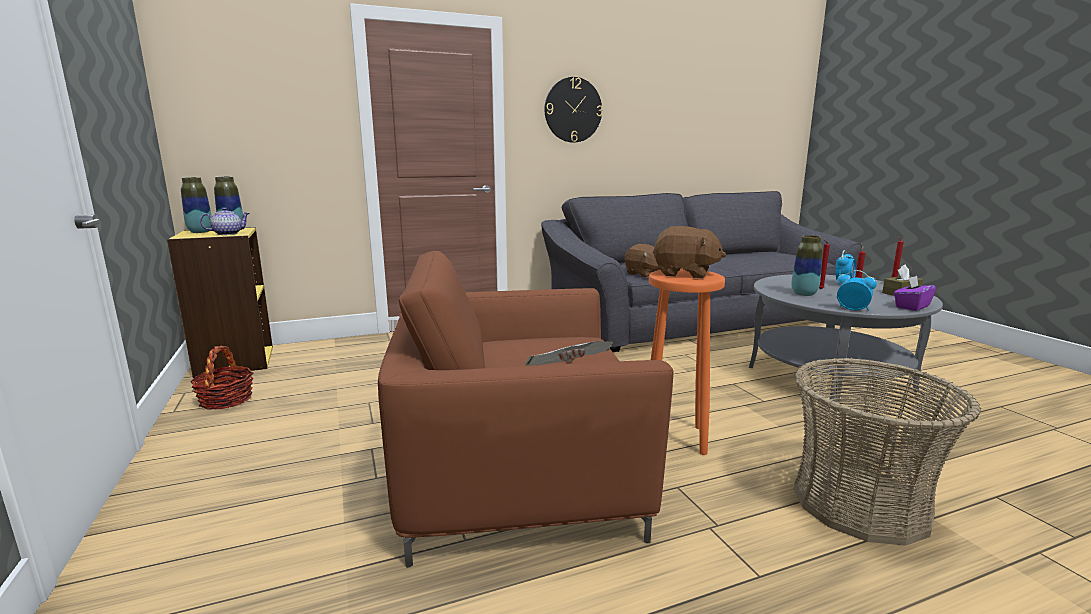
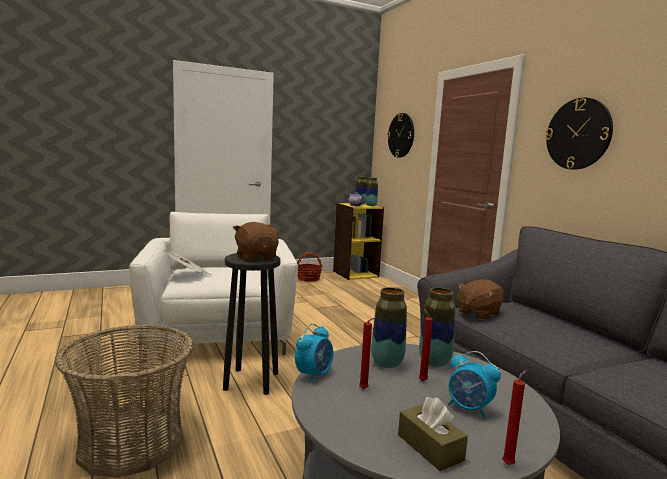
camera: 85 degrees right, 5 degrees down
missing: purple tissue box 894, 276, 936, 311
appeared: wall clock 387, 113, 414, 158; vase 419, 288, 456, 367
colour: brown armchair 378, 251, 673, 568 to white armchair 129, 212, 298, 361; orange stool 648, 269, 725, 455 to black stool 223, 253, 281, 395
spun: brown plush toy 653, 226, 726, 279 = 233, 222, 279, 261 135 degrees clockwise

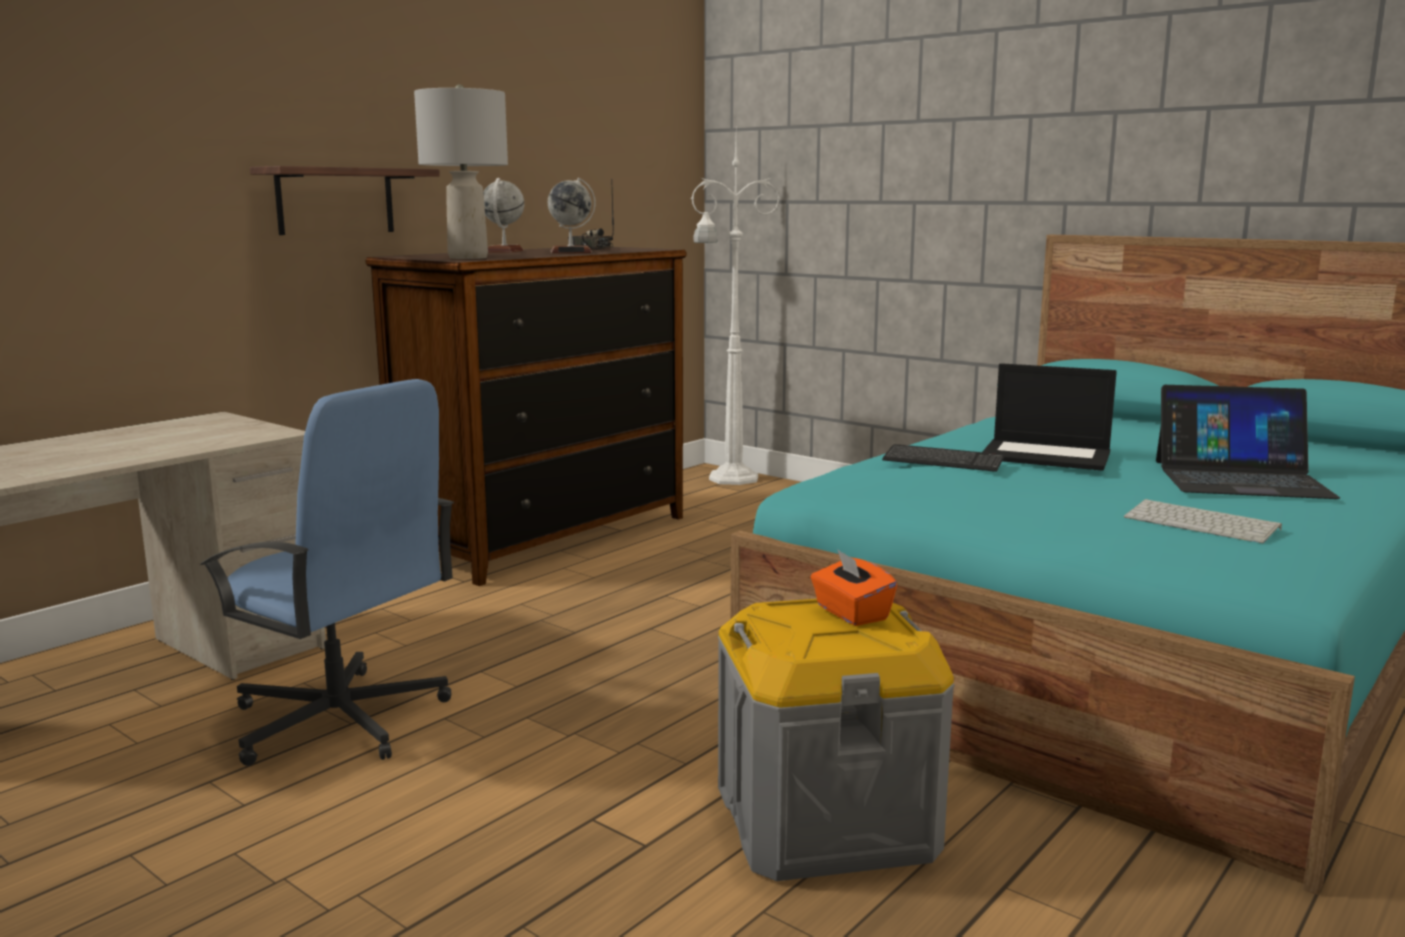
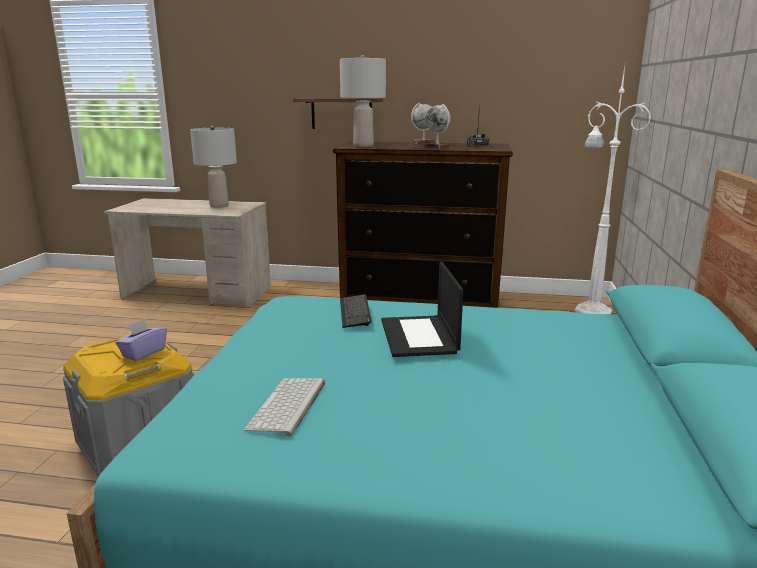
camera: 60 degrees right, 5 degrees up
missing: blue office chair 200, 379, 454, 766; laptop 1156, 385, 1340, 499
appeared: grey table lamp 190, 125, 237, 208
colour: orange tissue box 811, 549, 897, 626 to purple tissue box 116, 319, 167, 361

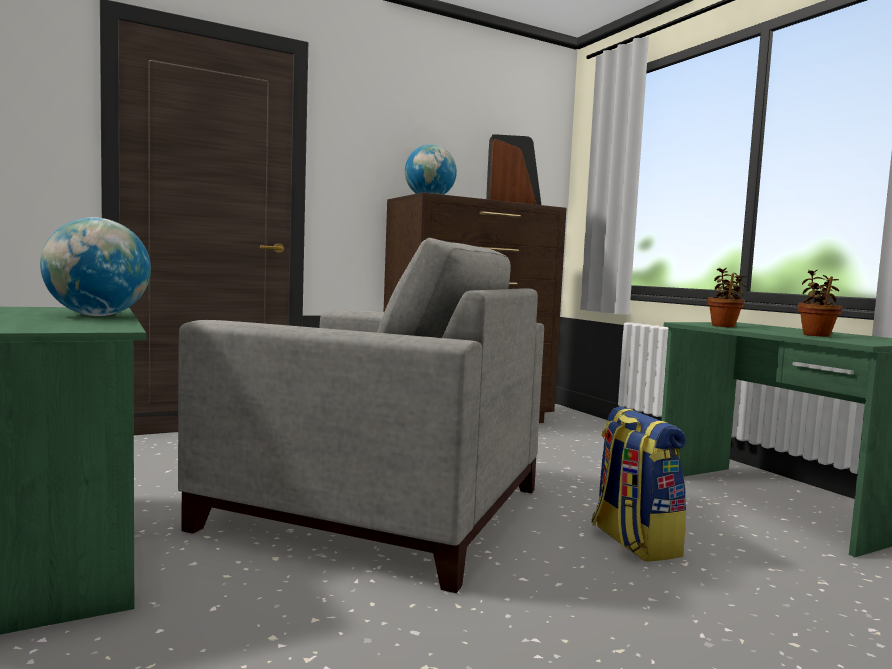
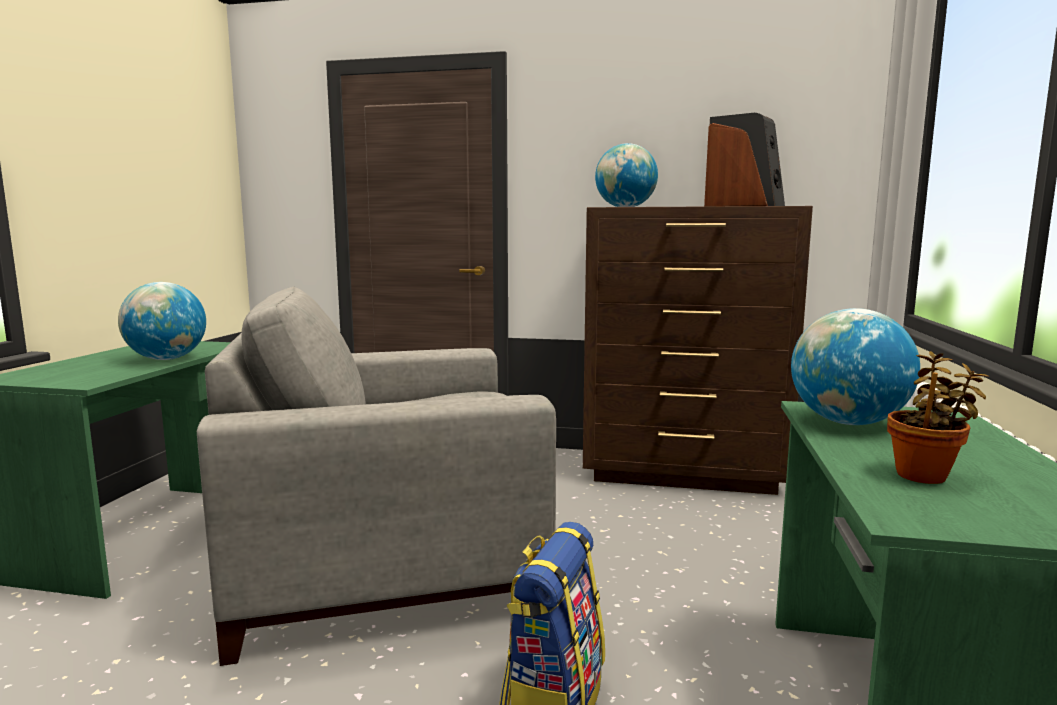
camera: 40 degrees right, 5 degrees up
exchanged: potted plant 708, 268, 747, 327 to globe 791, 308, 920, 425
spun: grey armchair 178, 238, 544, 593 = 197, 287, 556, 666 105 degrees clockwise

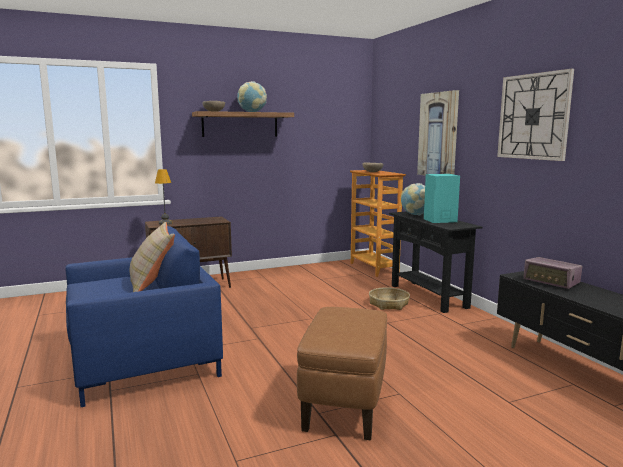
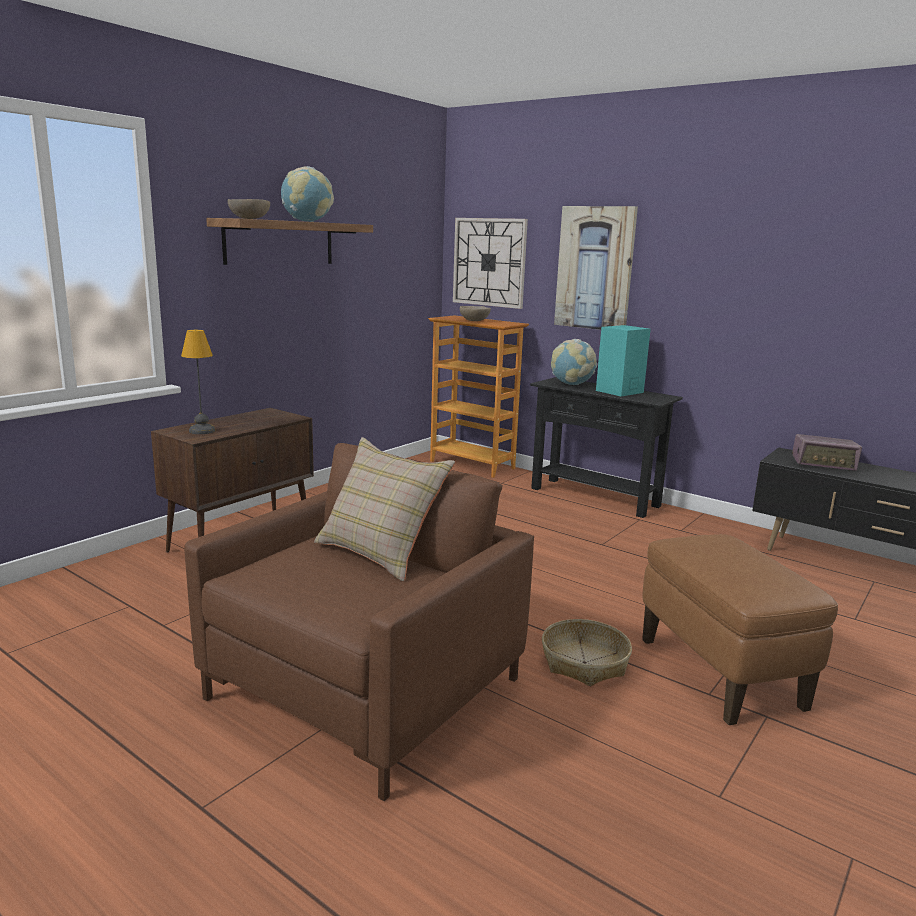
camera: 30 degrees left, 5 degrees up
relocated: wall clock 497, 69, 574, 161 to 453, 218, 528, 309; basket 369, 287, 410, 310 to 542, 619, 632, 686
colour: blue armchair 65, 226, 223, 407 to brown armchair 184, 443, 534, 801

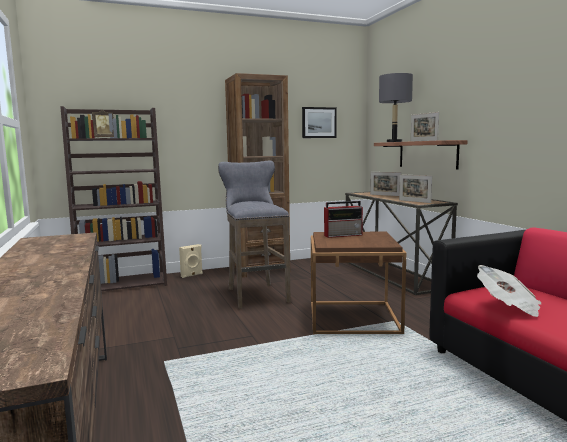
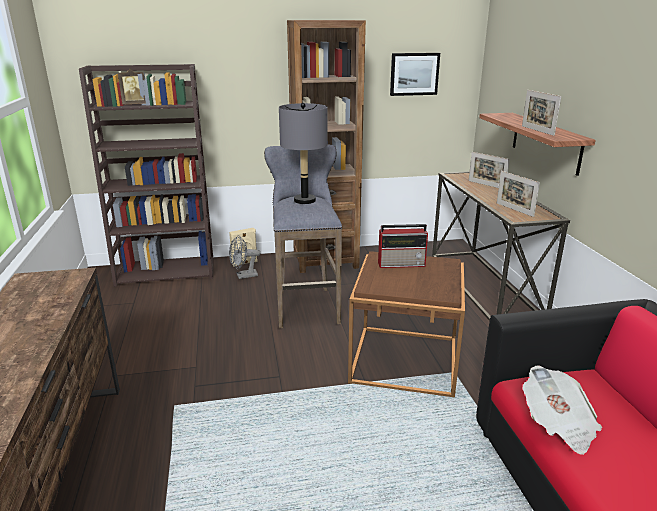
camera: 10 degrees right, 15 degrees up
appeared: grey fan 229, 235, 260, 279
relocated: grey table lamp 379, 73, 413, 142 to 279, 103, 328, 204

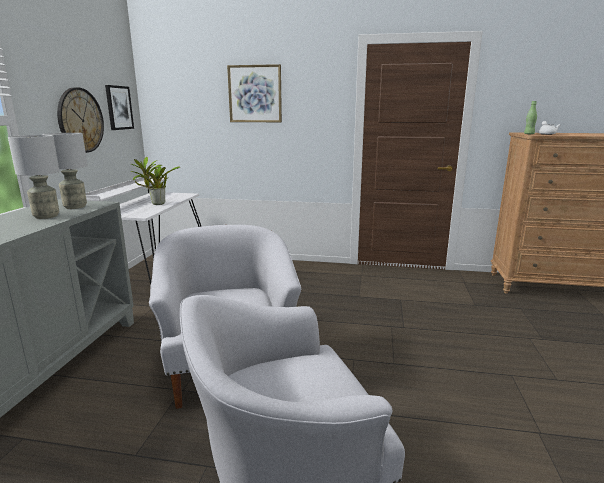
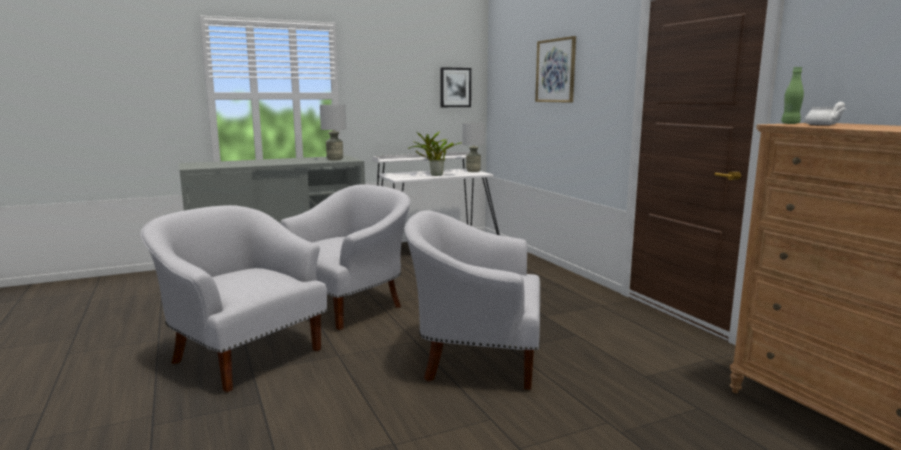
camera: 55 degrees right, 5 degrees down
missing: wall clock 57, 87, 104, 153
appeared: white armchair 405, 210, 540, 390
relocated: grey table lamp 8, 135, 59, 219 to 463, 123, 485, 172

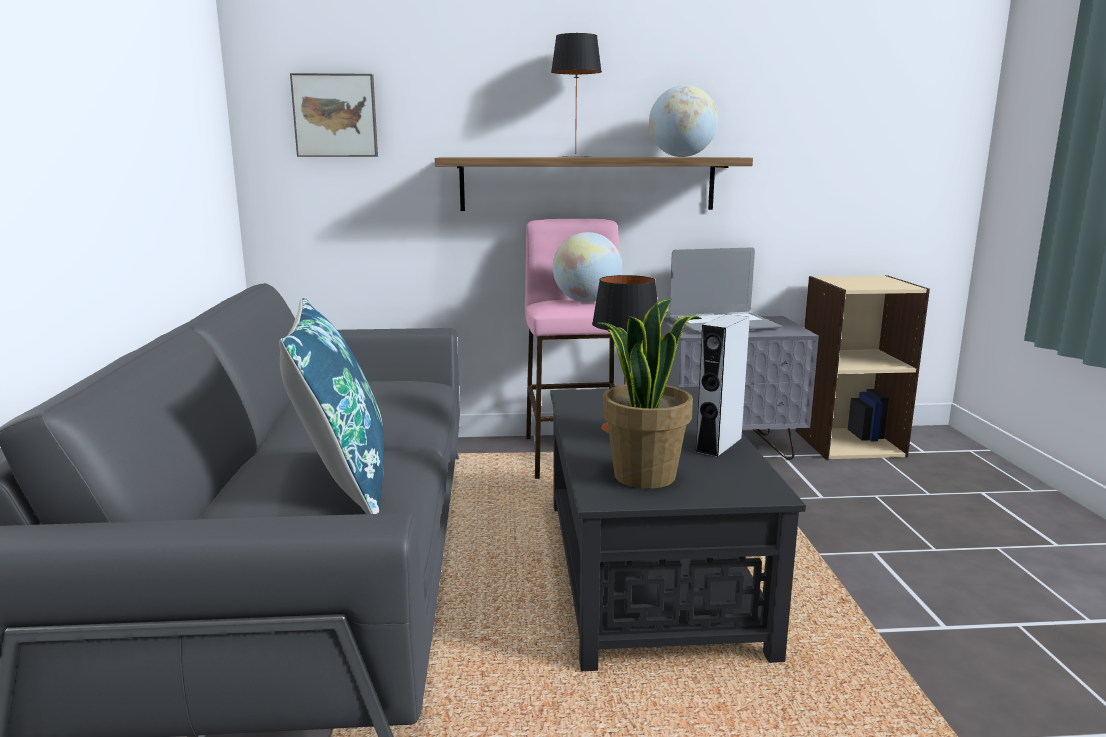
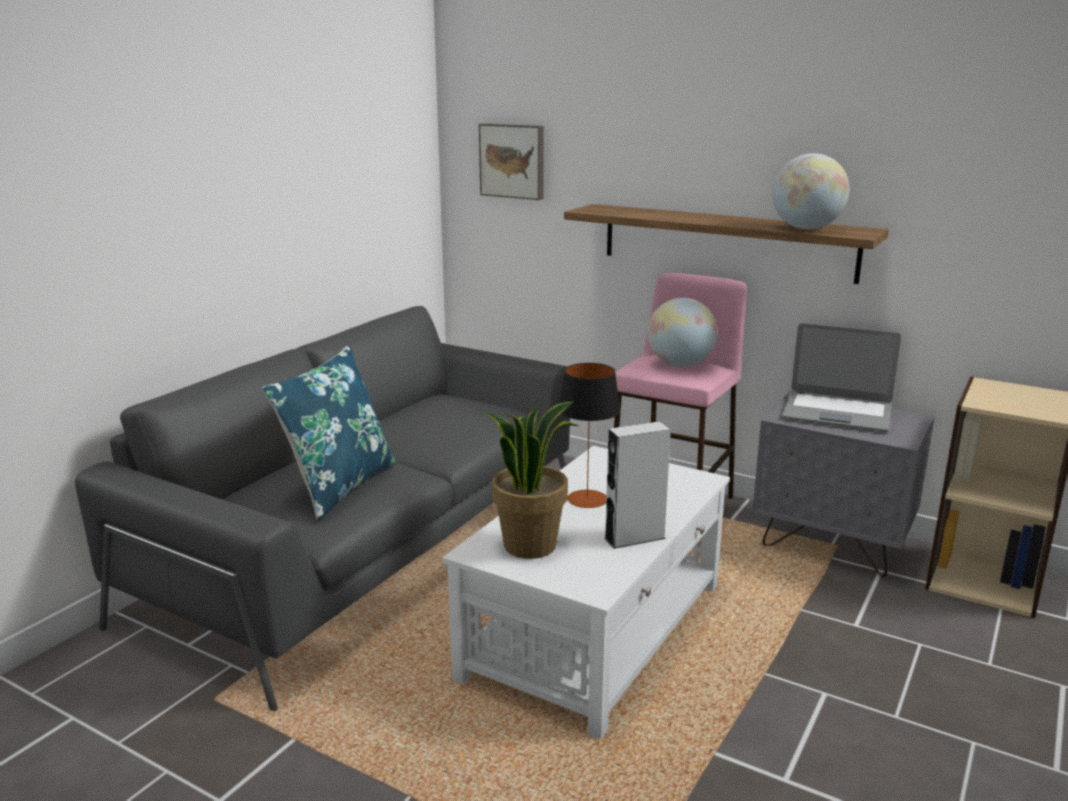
camera: 35 degrees right, 5 degrees up
missing: table lamp 551, 33, 602, 157
colour: black coffee table 550, 387, 806, 671 to white coffee table 442, 446, 730, 740

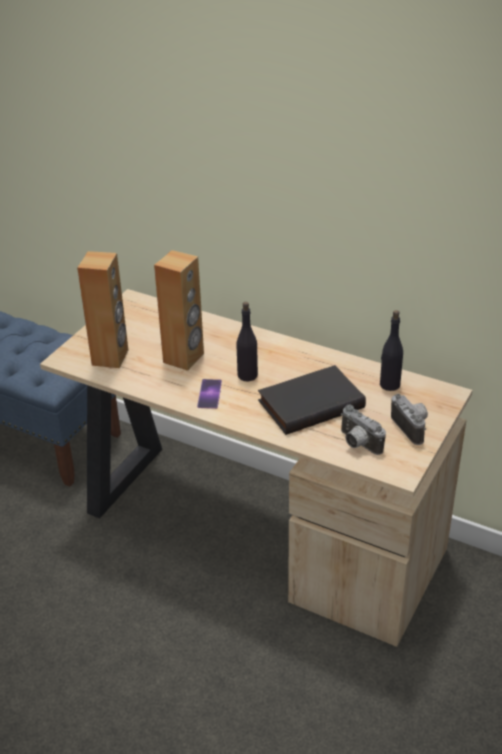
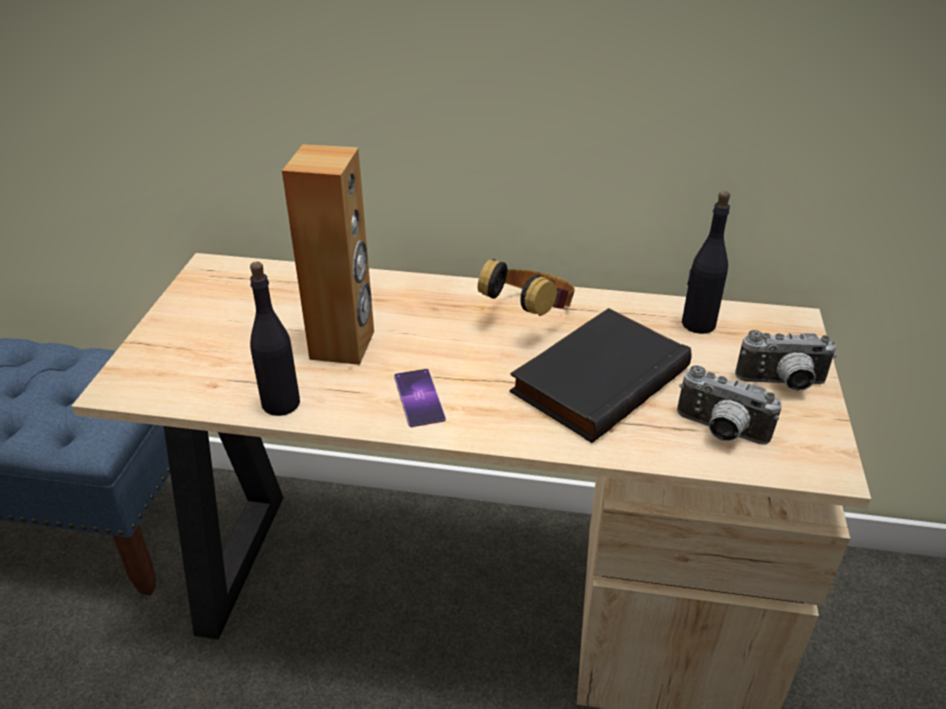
camera: 20 degrees left, 0 degrees up
missing: brown speaker 77, 251, 128, 368
appeared: headphones 478, 259, 575, 316
relocated: black bottle 236, 302, 258, 381 to 250, 262, 300, 416
spun: photo camera 391, 394, 428, 445 = 735, 330, 836, 391 135 degrees clockwise

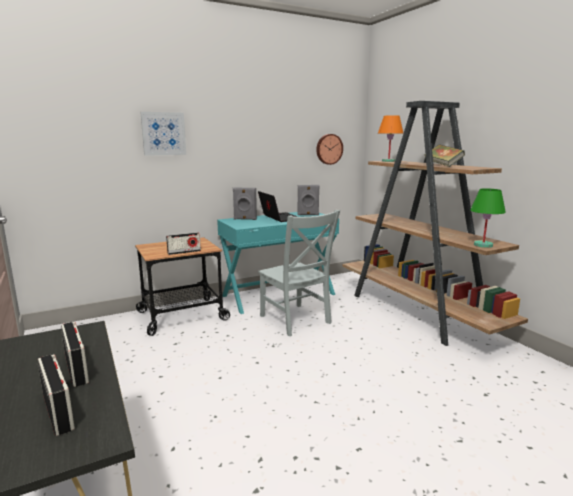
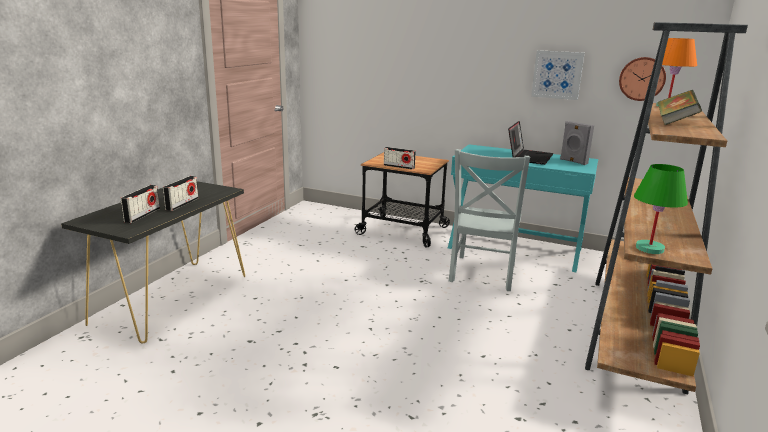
camera: 50 degrees right, 5 degrees up
missing: grey speaker 233, 188, 257, 220
relocated: picture 140, 112, 186, 156 to 531, 50, 585, 100

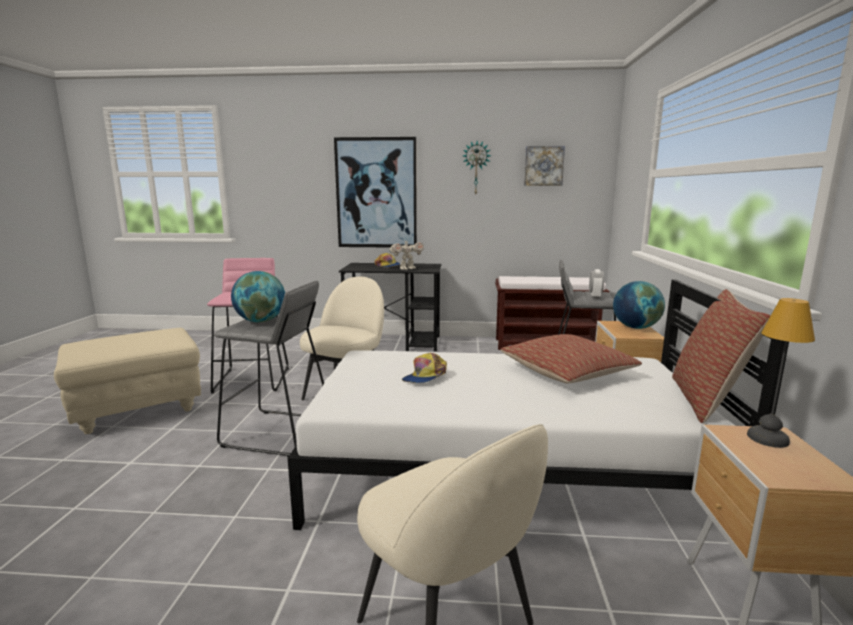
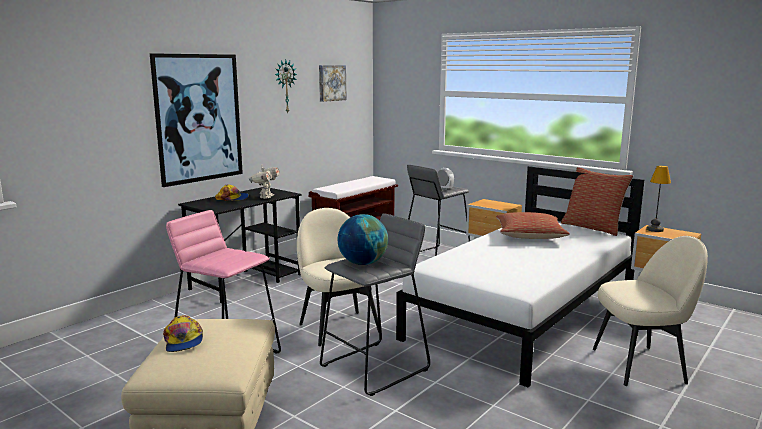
camera: 55 degrees left, 0 degrees up
missing: globe 613, 281, 665, 329
relocated: cap 402, 353, 447, 383 to 163, 315, 203, 352

